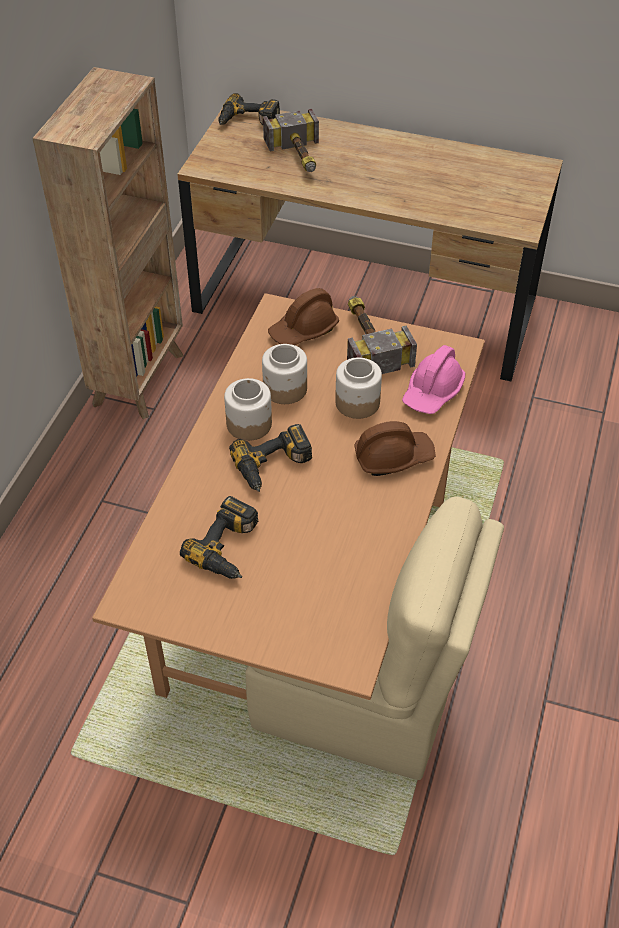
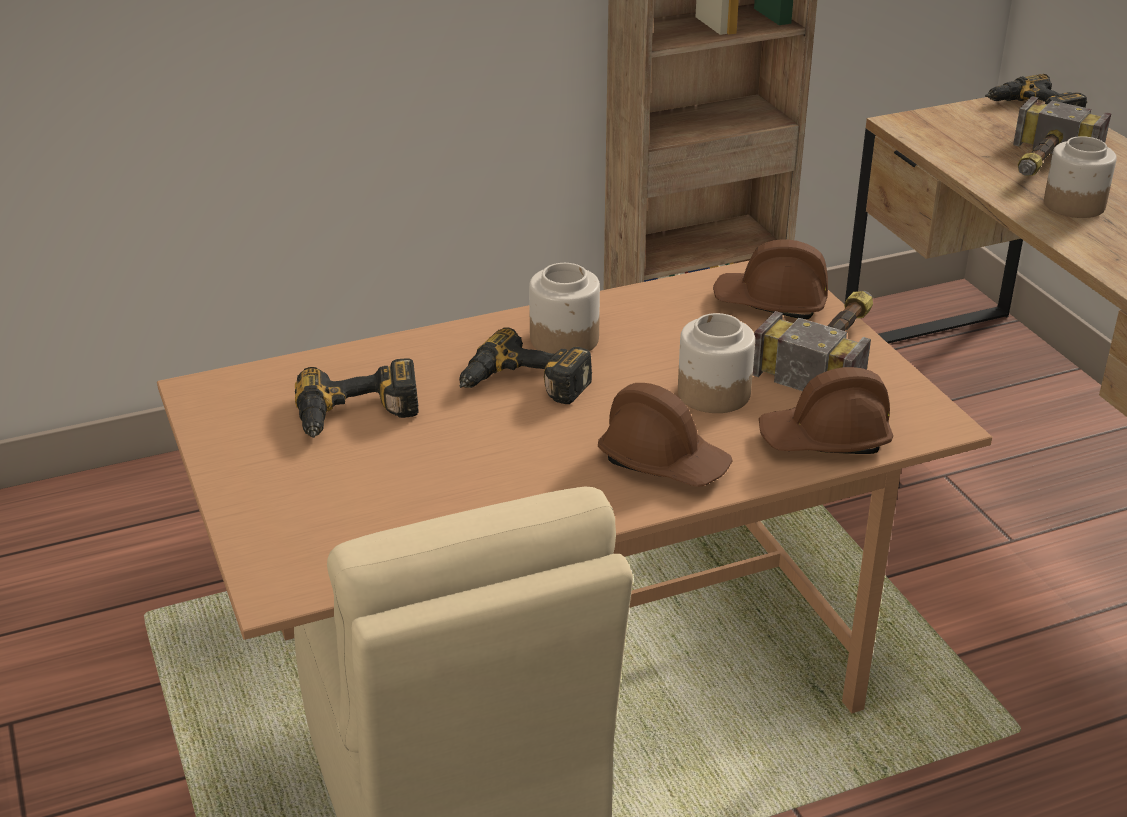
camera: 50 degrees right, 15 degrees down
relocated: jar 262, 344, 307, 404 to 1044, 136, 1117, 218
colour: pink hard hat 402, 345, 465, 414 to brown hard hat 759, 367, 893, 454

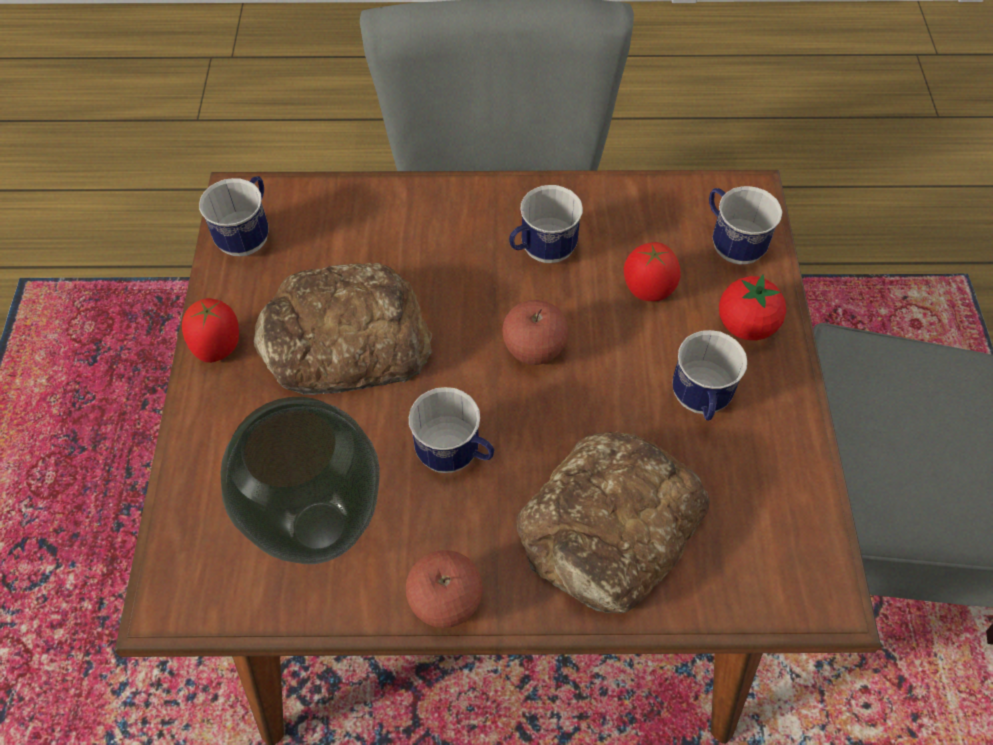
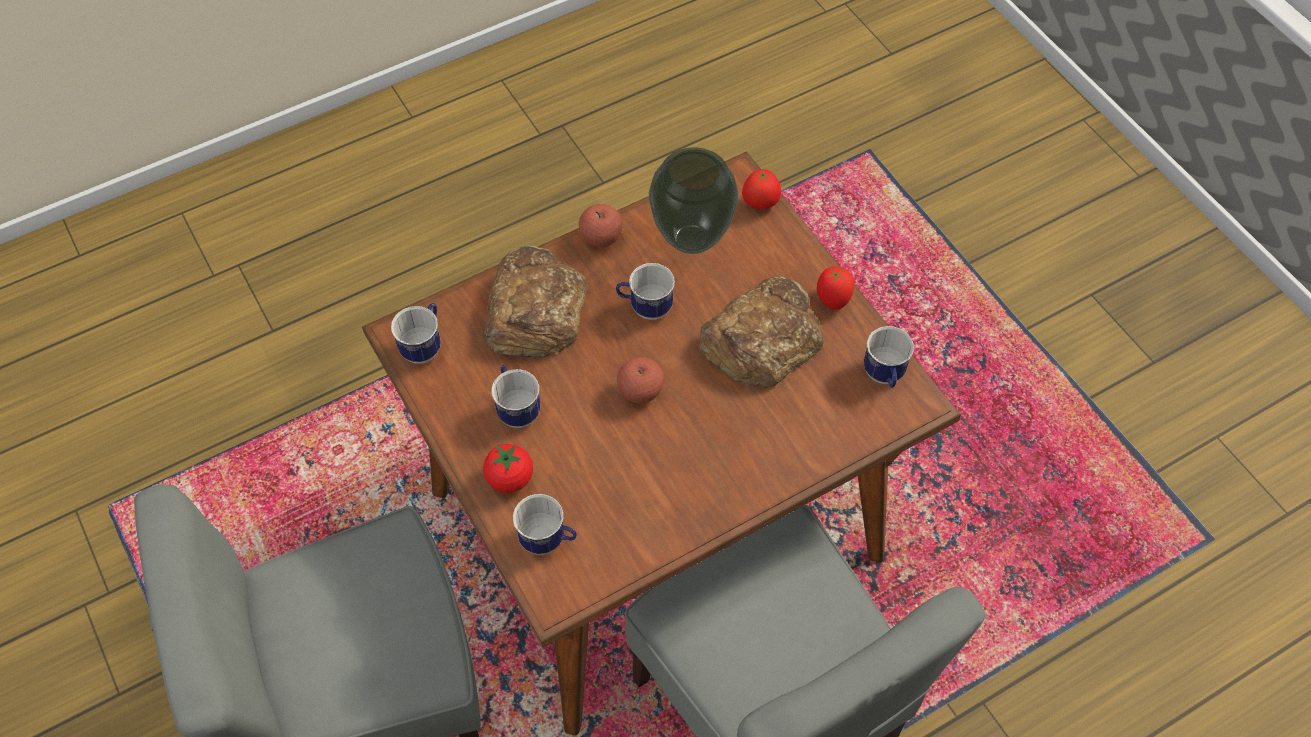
camera: 150 degrees right, 0 degrees up
relocated: mug 509, 185, 583, 263 to 391, 303, 441, 364; tomato 624, 242, 681, 301 to 742, 168, 781, 209

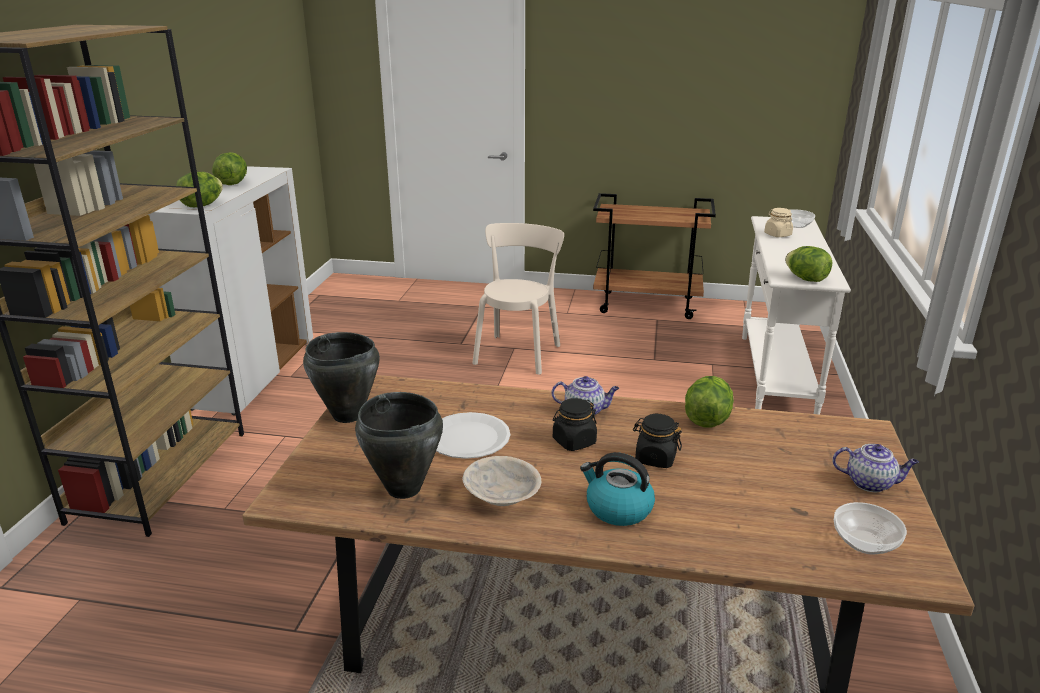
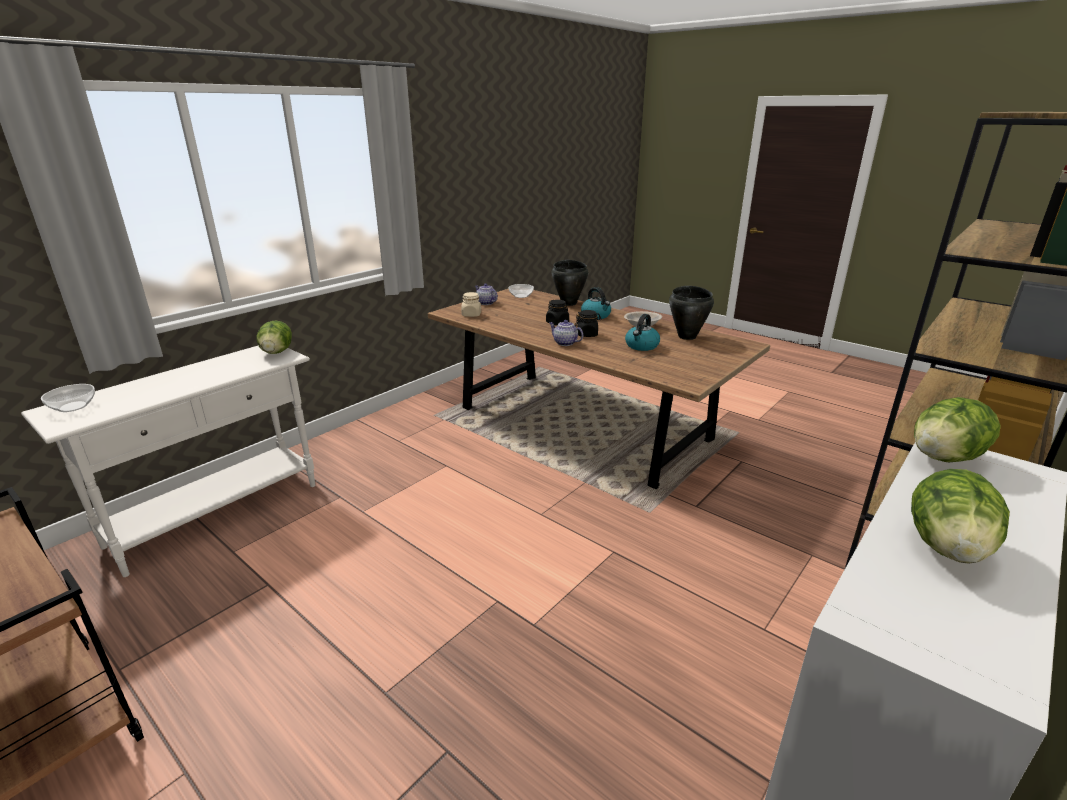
camera: 150 degrees left, 0 degrees up
missing: beige chair 472, 223, 564, 375; lettuce 685, 376, 734, 427
relocated: beige jar 764, 208, 793, 237 to 461, 292, 481, 317; black cooking pot 303, 332, 380, 423 to 551, 260, 588, 306
exchanged: white plate 436, 412, 510, 459 to kettle 625, 314, 660, 351

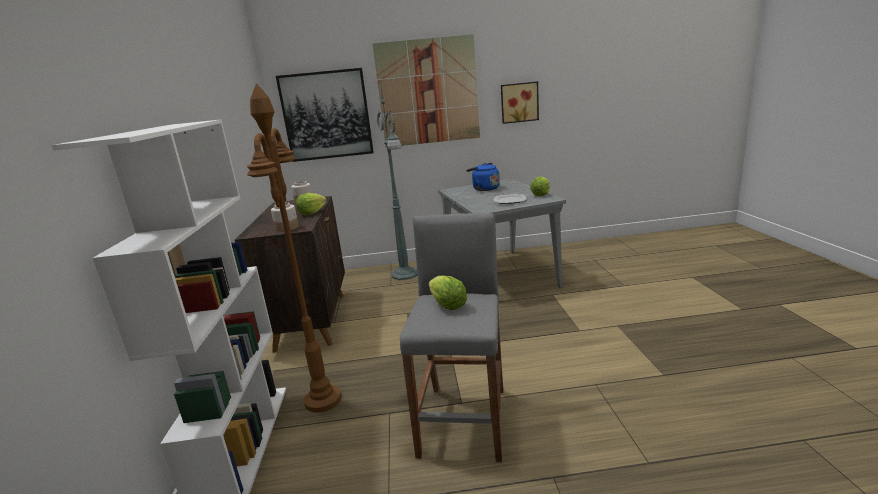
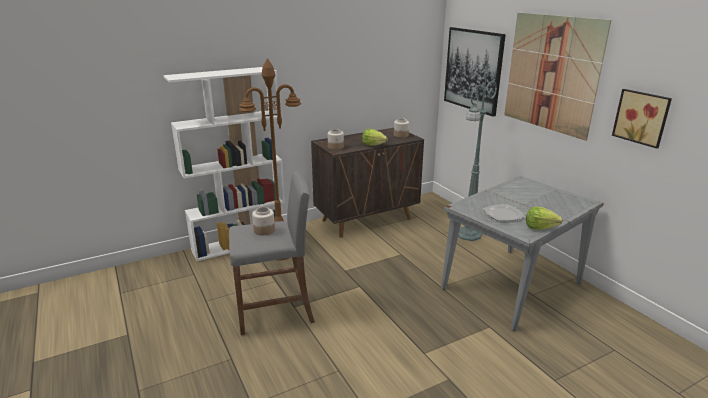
camera: 65 degrees right, 5 degrees up
missing: blue kettle 466, 163, 500, 191
exchanged: lettuce 429, 276, 467, 310 to jar 252, 207, 275, 235

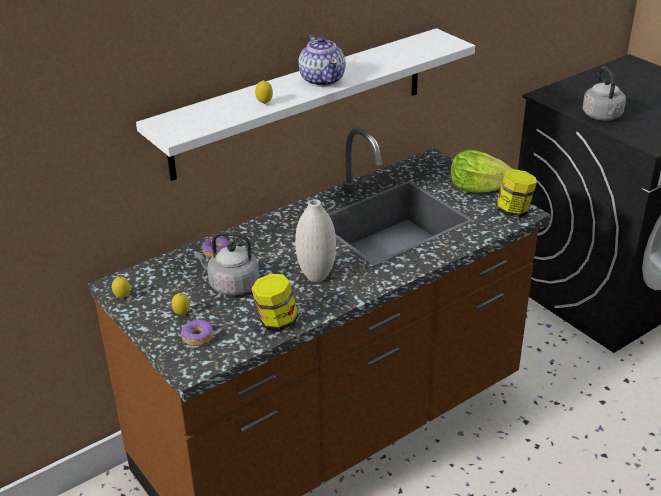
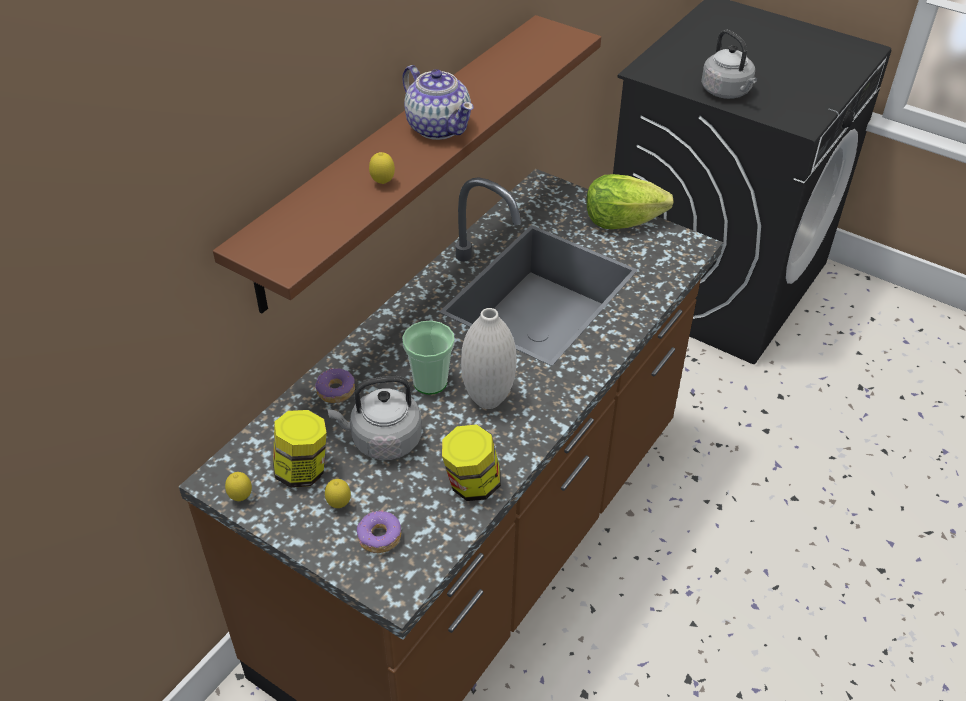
camera: 20 degrees left, 10 degrees up
appeared: cup 402, 320, 455, 395
relocated: jar 496, 169, 537, 218 to 273, 410, 327, 488
colour: white shelf 136, 28, 475, 181 to brown shelf 213, 15, 601, 313

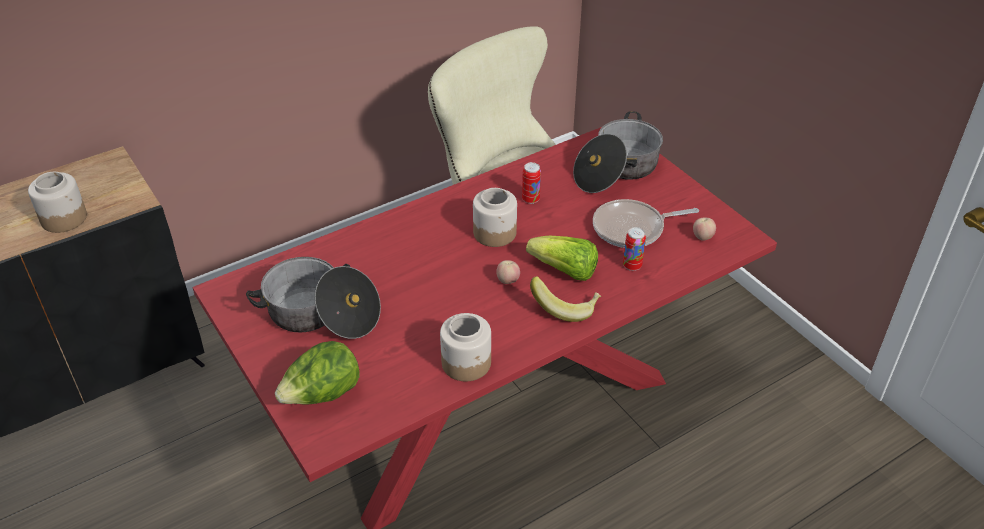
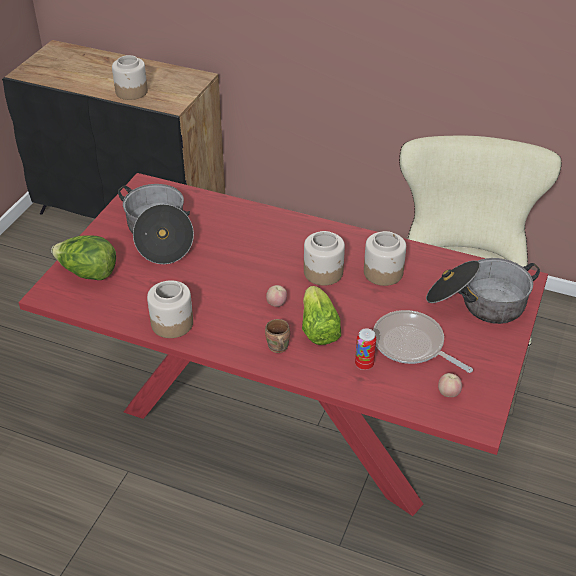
camera: 55 degrees right, 0 degrees up
exchanged: can 522, 162, 541, 204 to jar 364, 231, 406, 286; banana 530, 276, 601, 322 to brown mug 265, 319, 290, 353

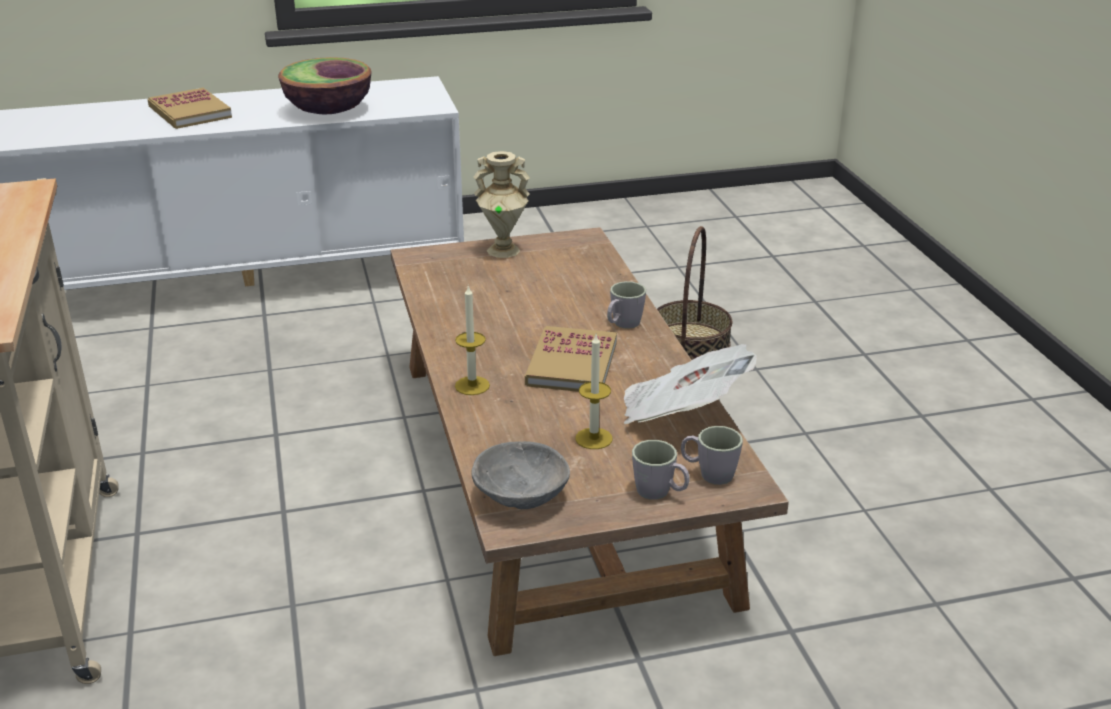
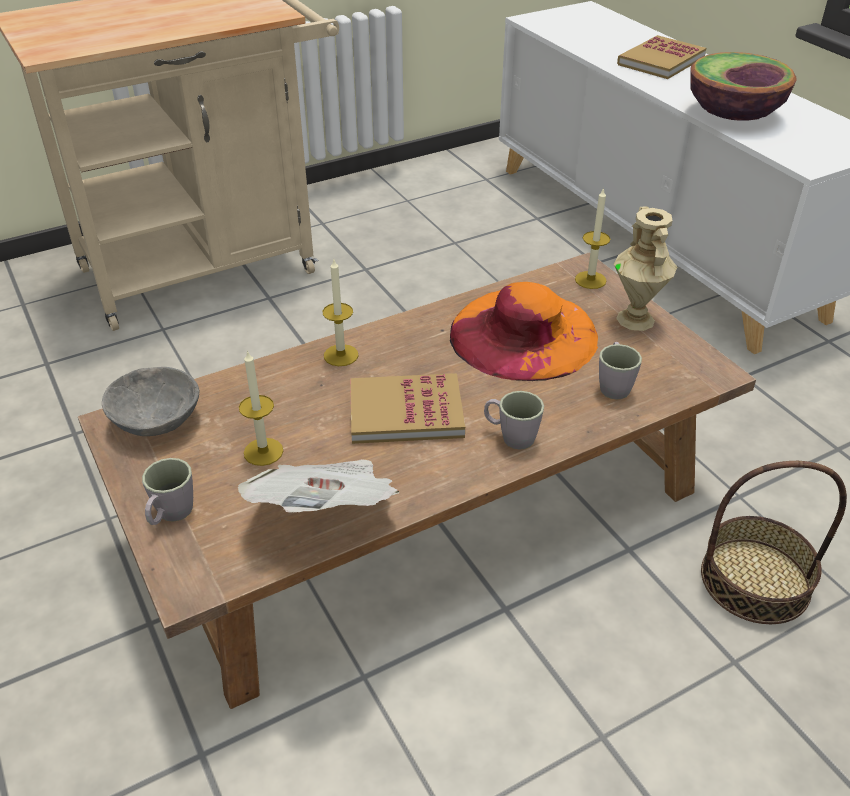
camera: 75 degrees right, 10 degrees up
appeared: candle 575, 188, 610, 289; orange hat 450, 282, 598, 381
relocated: grey mug 681, 426, 743, 485 to 599, 342, 642, 400

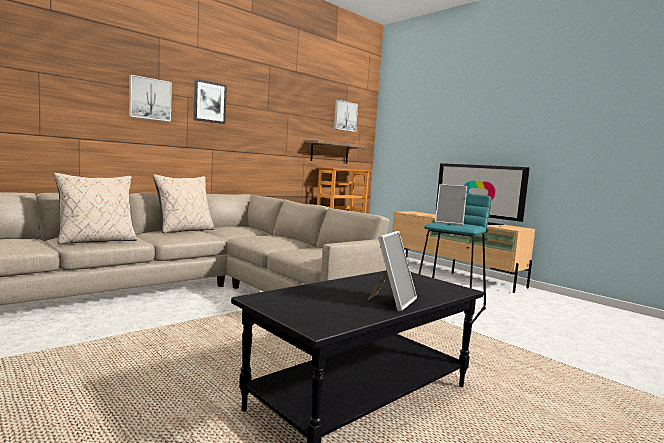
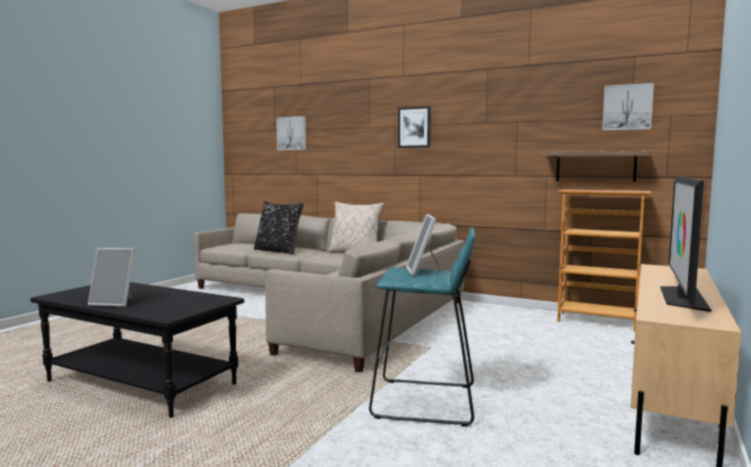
camera: 70 degrees right, 0 degrees up
relocated: picture 129, 75, 172, 122 to 276, 116, 306, 150
colour: beige pillow 54, 173, 137, 244 to black pillow 254, 201, 304, 254

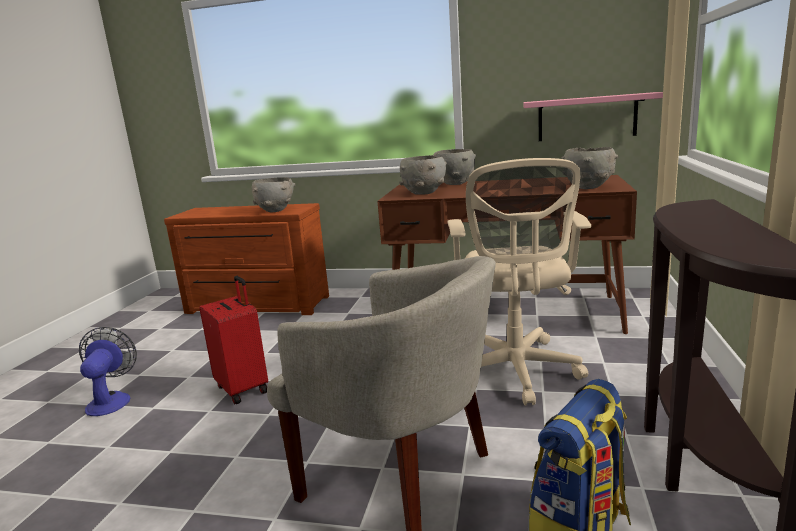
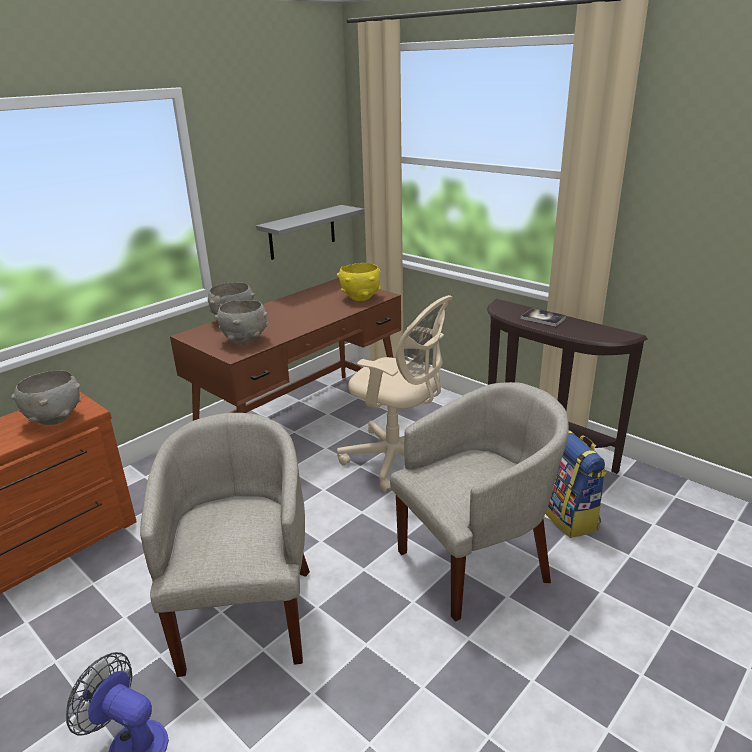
camera: 60 degrees left, 10 degrees up
appeared: book 521, 308, 567, 327
exchanged: red suitcase 199, 276, 268, 405 to beige armchair 140, 413, 310, 677
colour: pink shelf 523, 92, 663, 141 to grey shelf 256, 205, 365, 260; grey bowl 561, 147, 619, 189 to yellow bowl 337, 263, 381, 301

